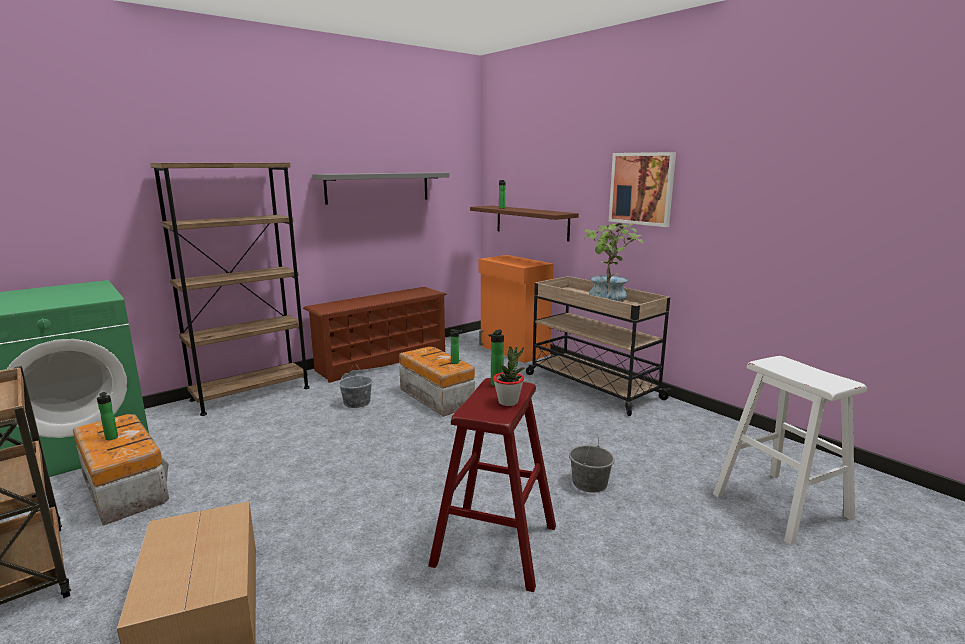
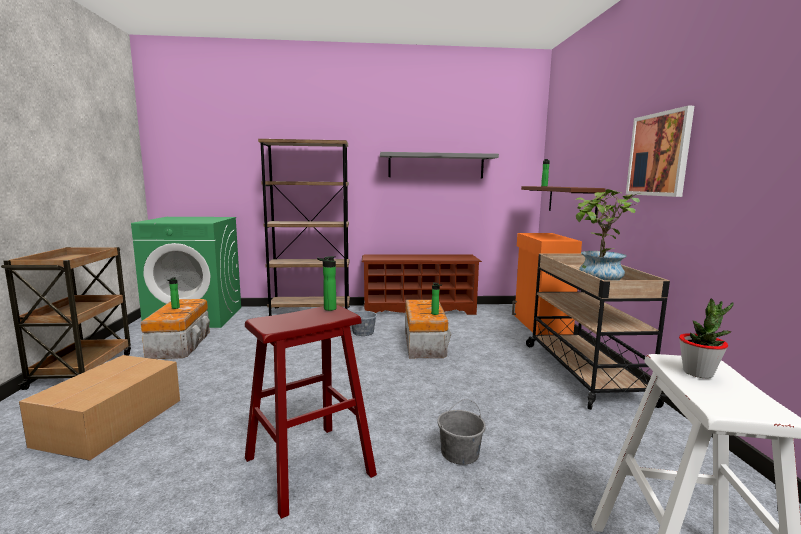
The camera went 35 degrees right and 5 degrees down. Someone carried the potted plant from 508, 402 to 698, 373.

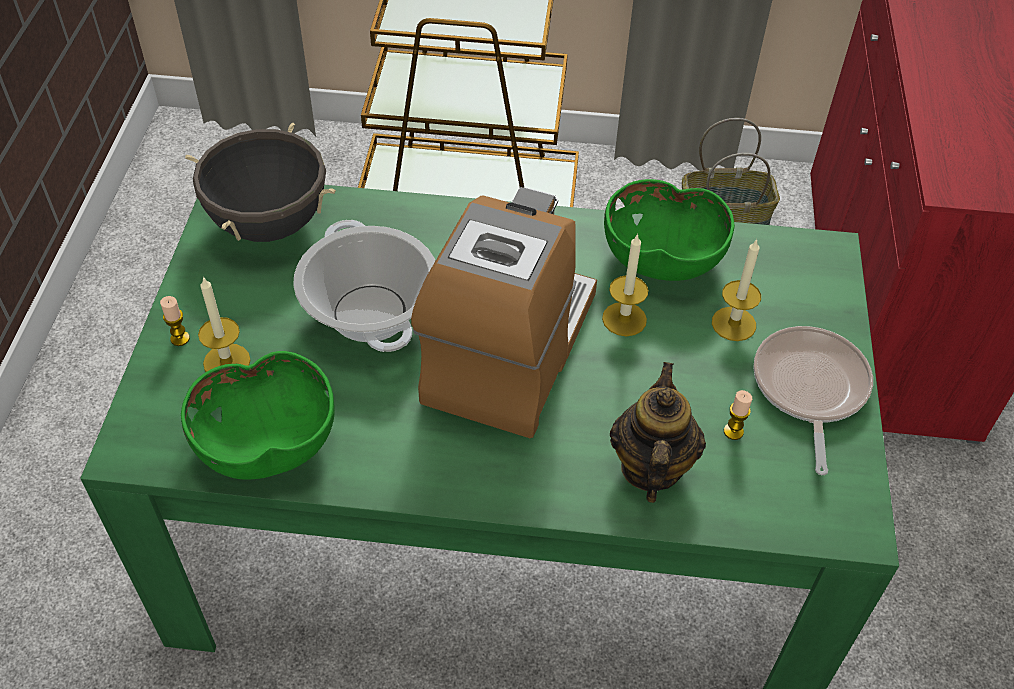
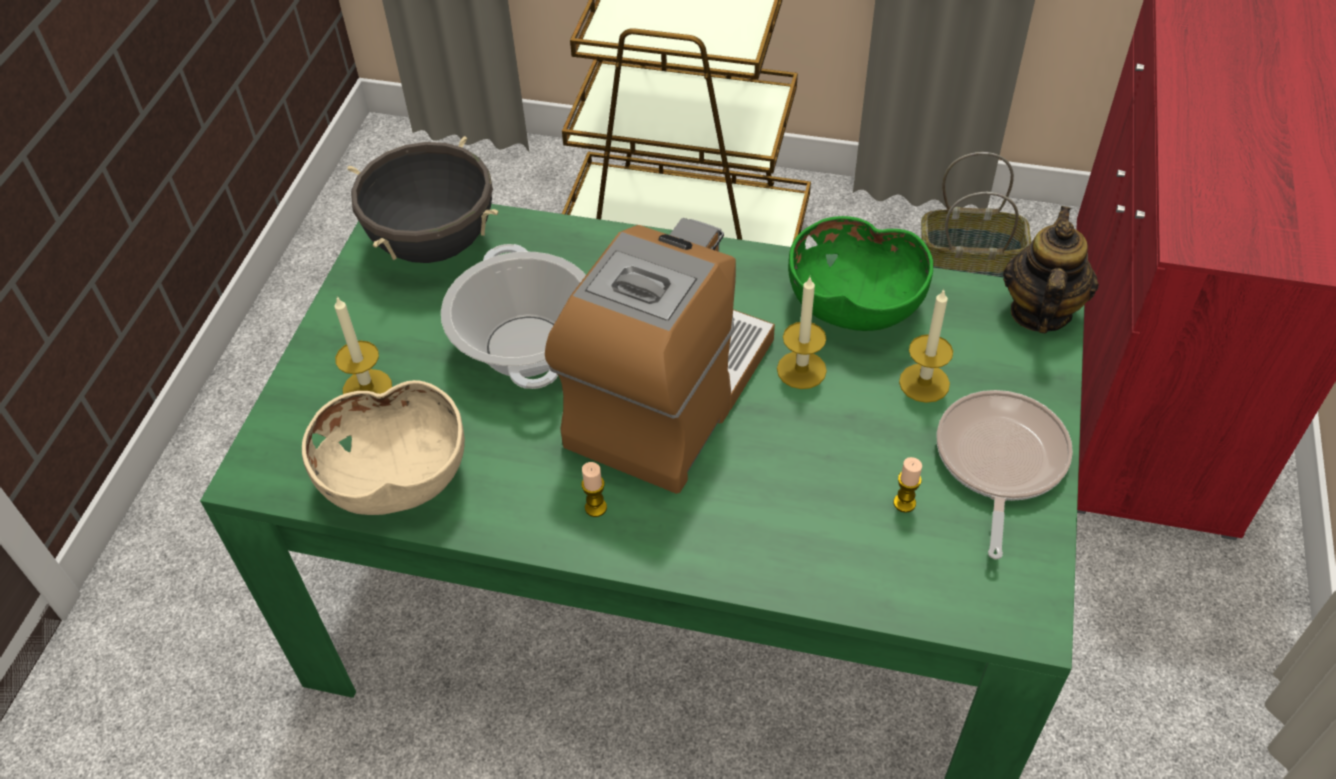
The camera went 10 degrees right and 0 degrees up. Someone carried the candle from 180, 338 to 595, 507. Someone carried the teapot from 650, 467 to 1039, 312. Someone repainted the green bowl at 267, 444, which became the beige bowl at 396, 479.

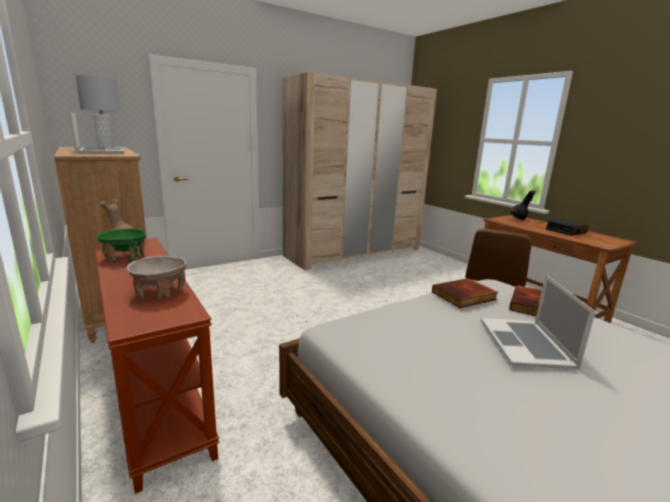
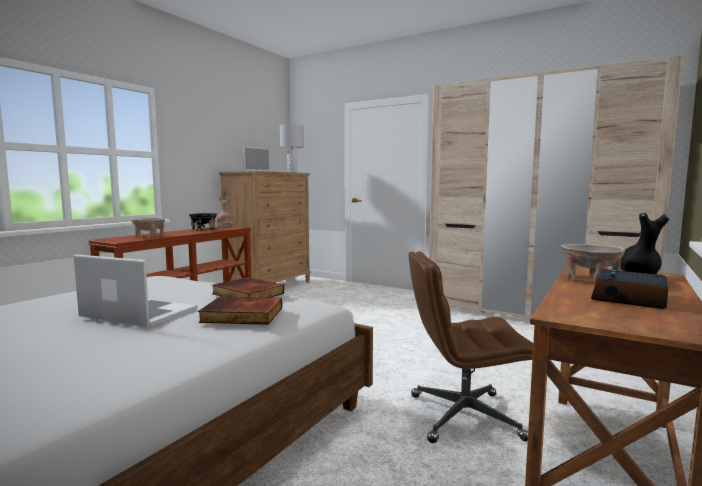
The camera went 65 degrees right and 10 degrees down. Someone put down the beige bowl at 589, 279. Someone repainted the green bowl at 125, 257, which became the black bowl at 204, 229. Someone rotated the laptop at 526, 342 by 45 degrees clockwise.

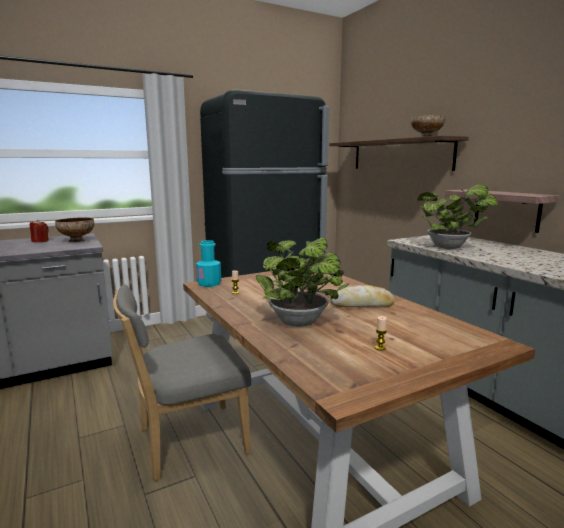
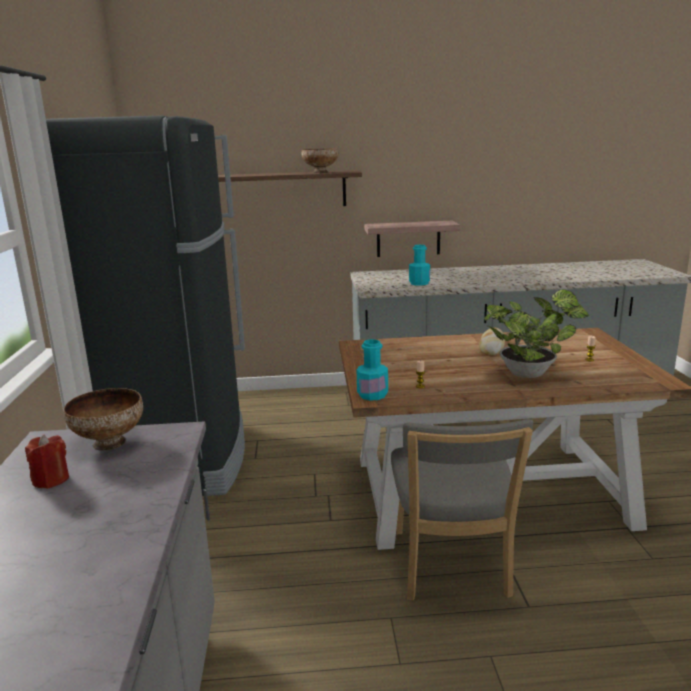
The camera went 65 degrees left and 5 degrees up. Someone swapped the potted plant at 450, 248 for the turquoise bottle at 419, 283.

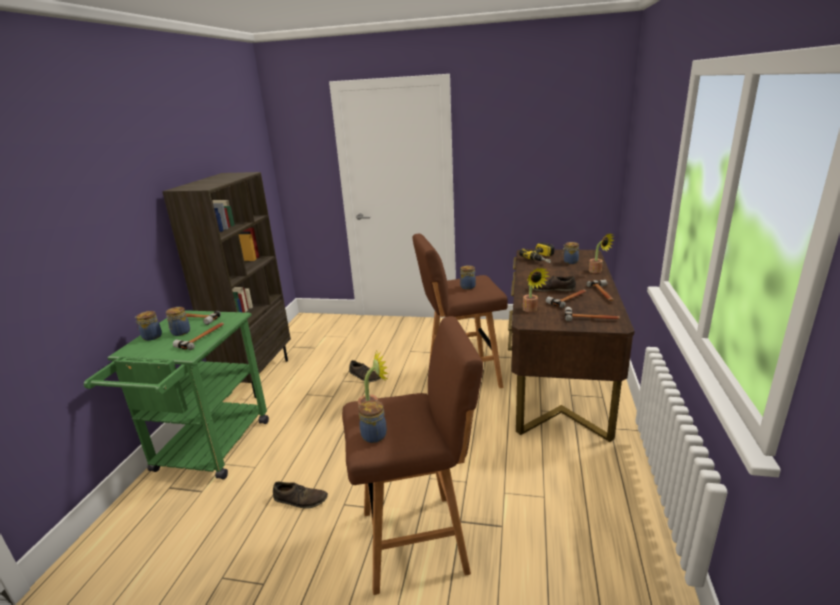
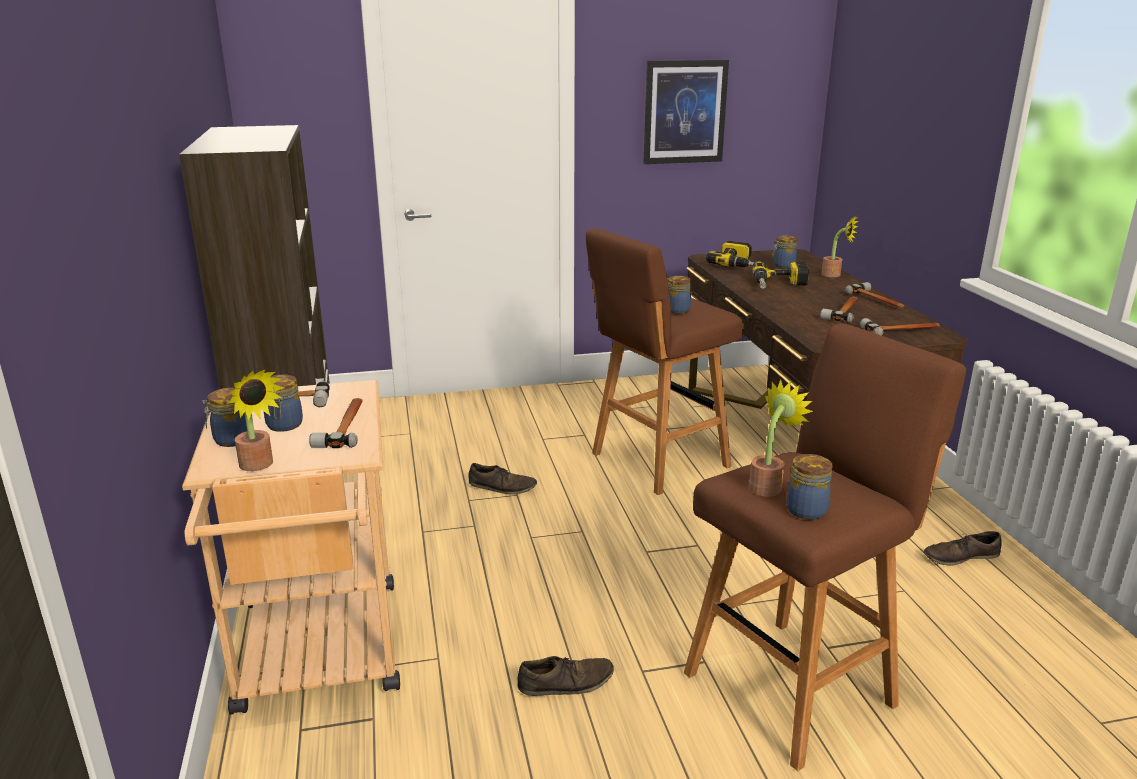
The camera went 25 degrees left and 0 degrees up. Someone put up the picture at 684, 112. Someone put down the power drill at 779, 285. Someone carried the potted plant from 531, 310 to 259, 466. Someone carried the brown shoe from 550, 289 to 960, 556. Someone repainted the green cart at 207, 452, which became the beige cart at 320, 657.

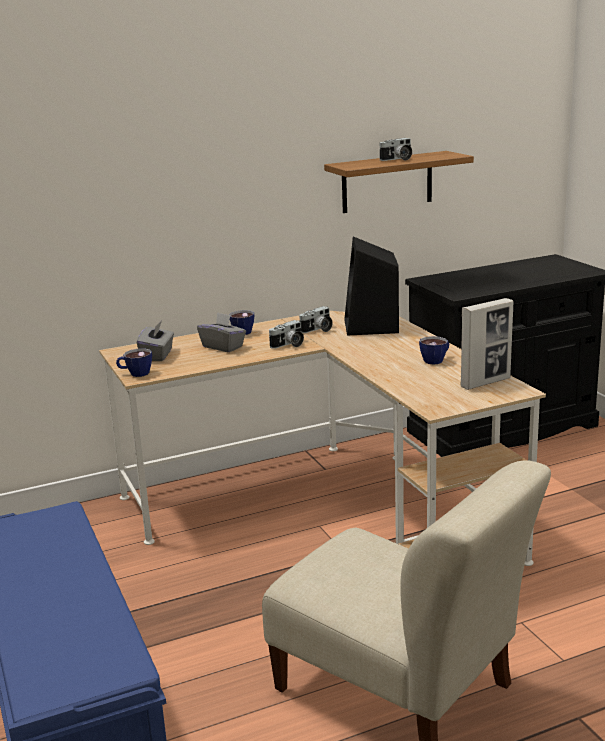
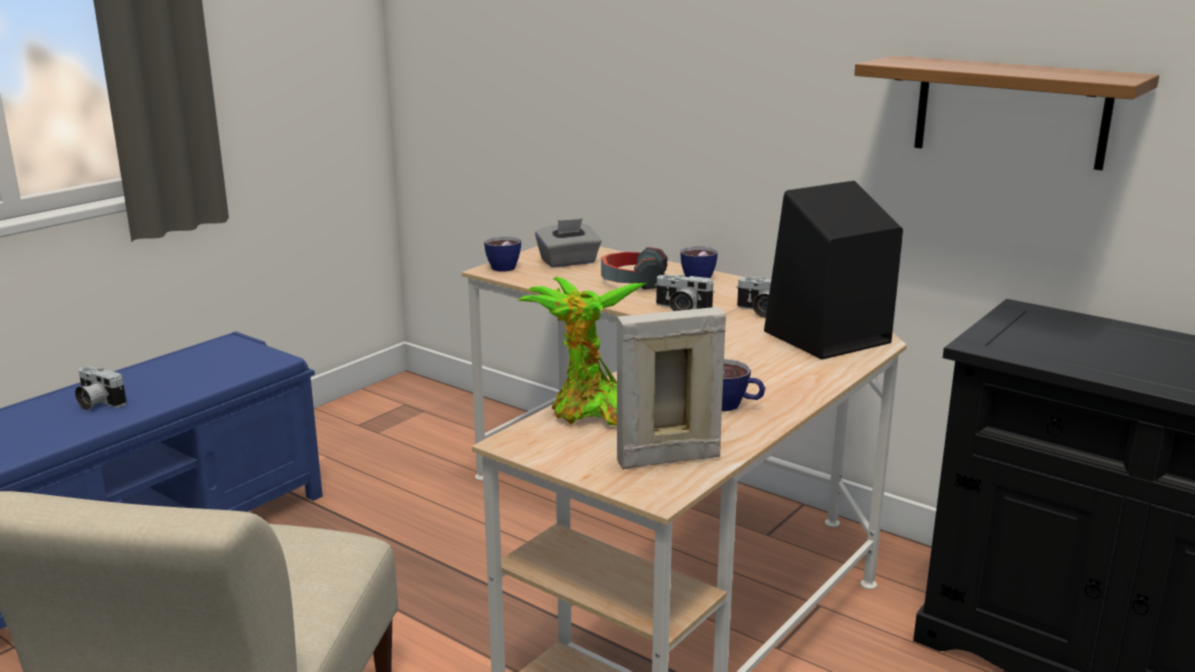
The camera went 60 degrees right and 0 degrees up. Someone put down the potted plant at 590, 413. Someone carried the photo camera from 398, 159 to 97, 403. Someone swapped the grey tissue box at 223, 347 for the headphones at 633, 281. Someone rotated the picture frame at 485, 382 by 135 degrees clockwise.

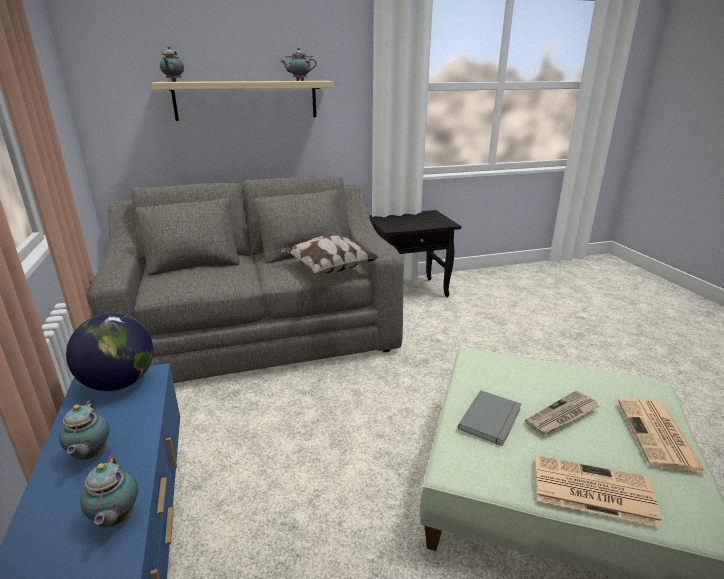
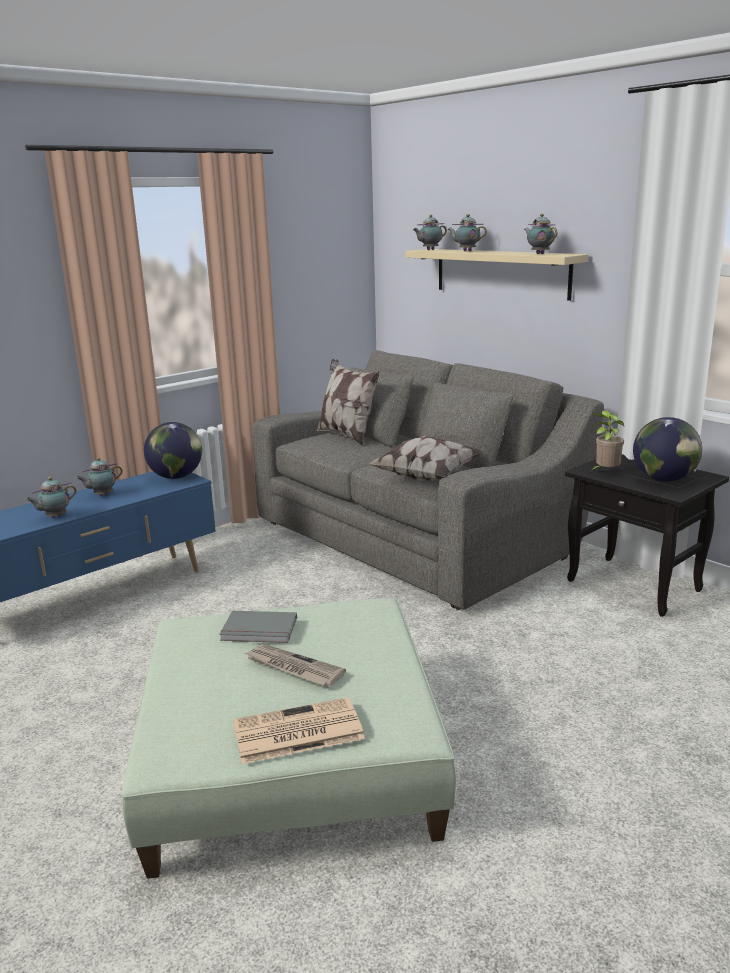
The camera went 65 degrees right and 5 degrees down. Someone took away the newspaper at 591, 490. Someone put down the pillow at 347, 435. Someone put down the teapot at 466, 251. Someone put down the potted plant at 605, 472. Someone put down the globe at 664, 480.

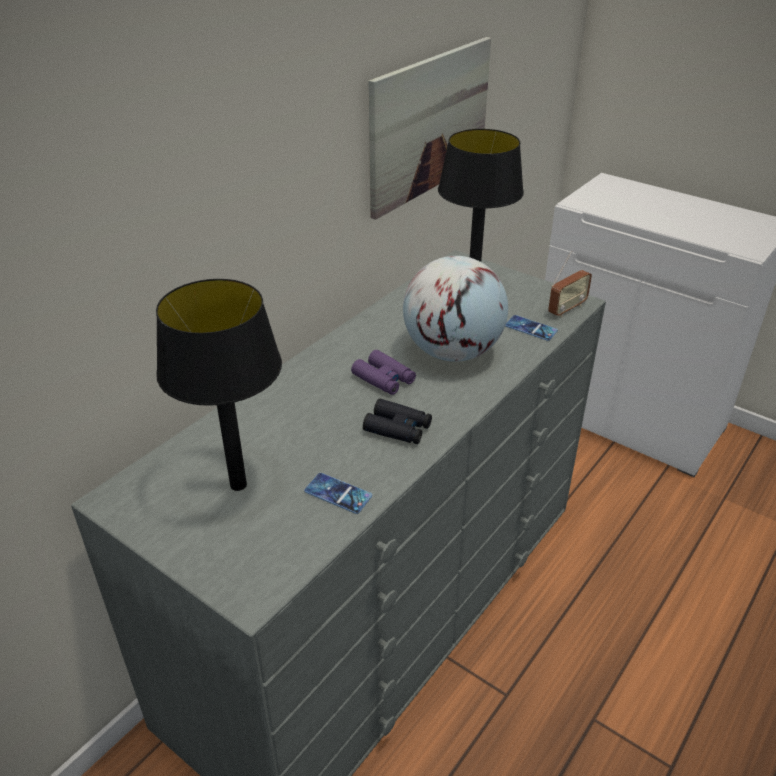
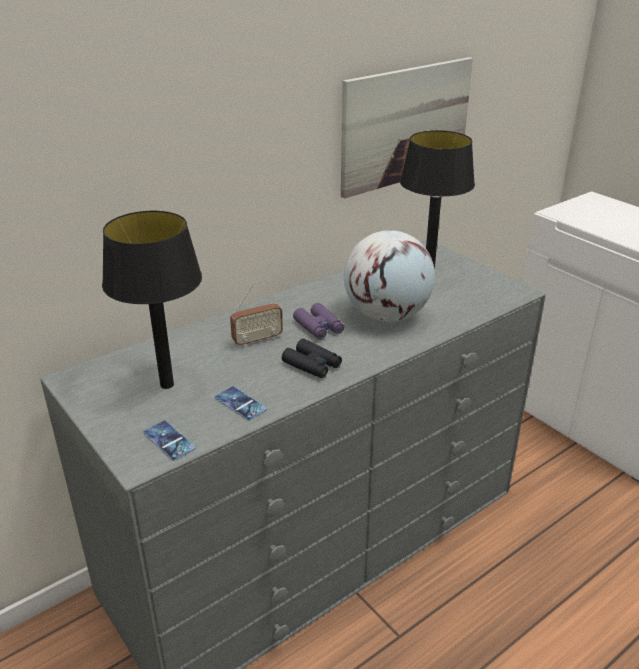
The camera went 15 degrees right and 5 degrees down. Someone carried the phone from 531, 328 to 169, 440. Someone carried the radio from 566, 309 to 257, 340.

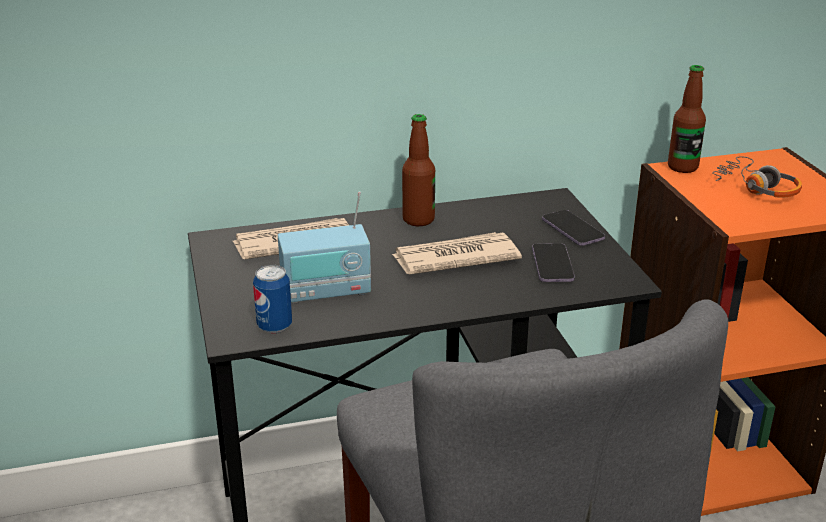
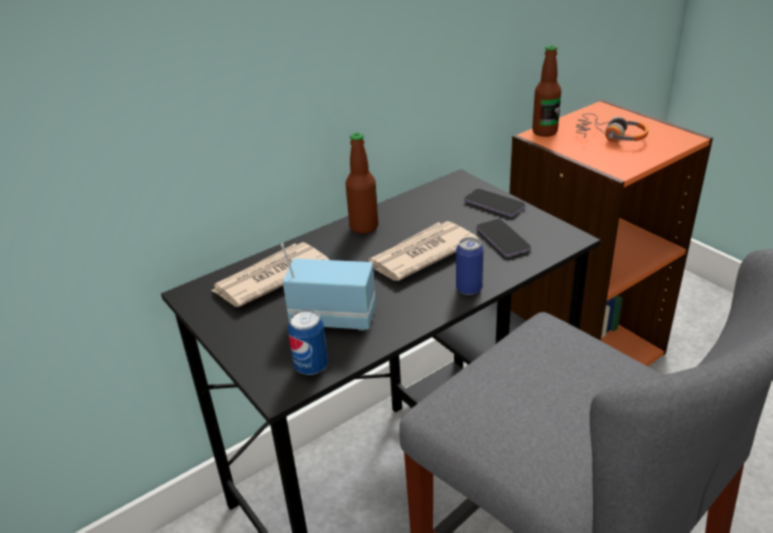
The camera went 20 degrees left and 5 degrees up. Someone put down the can at 469, 288. Someone rotated the radio at 326, 292 by 135 degrees counterclockwise.

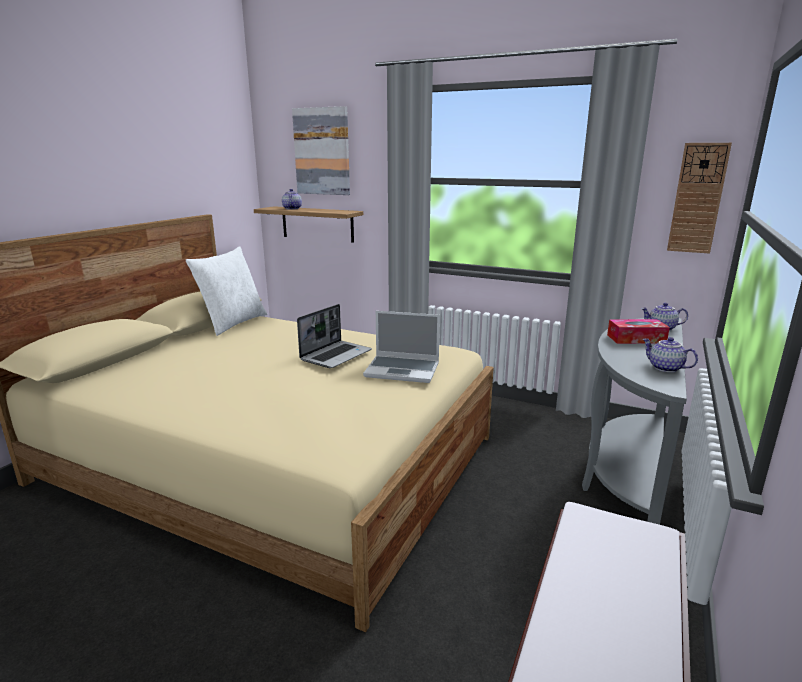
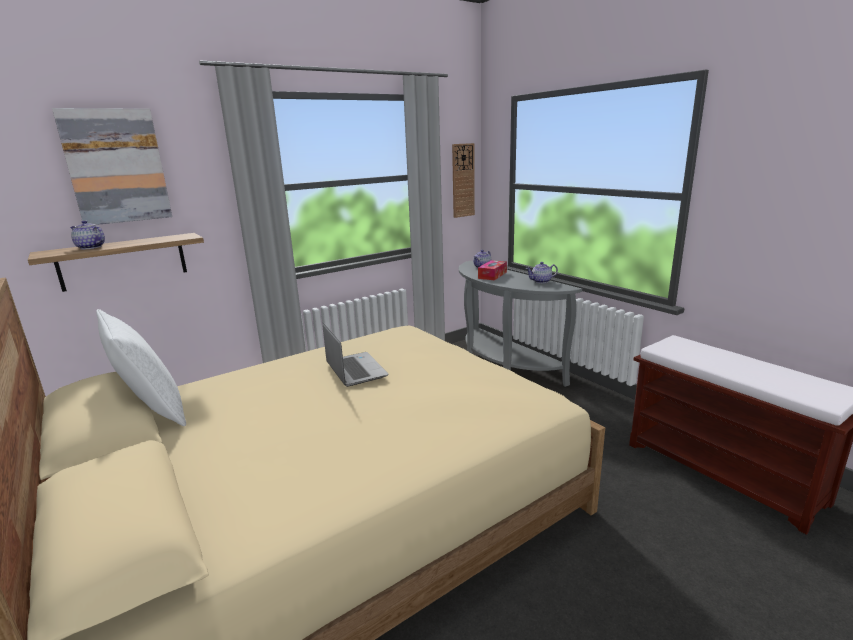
The camera went 60 degrees left and 0 degrees up. Someone took away the laptop at 403, 370.

